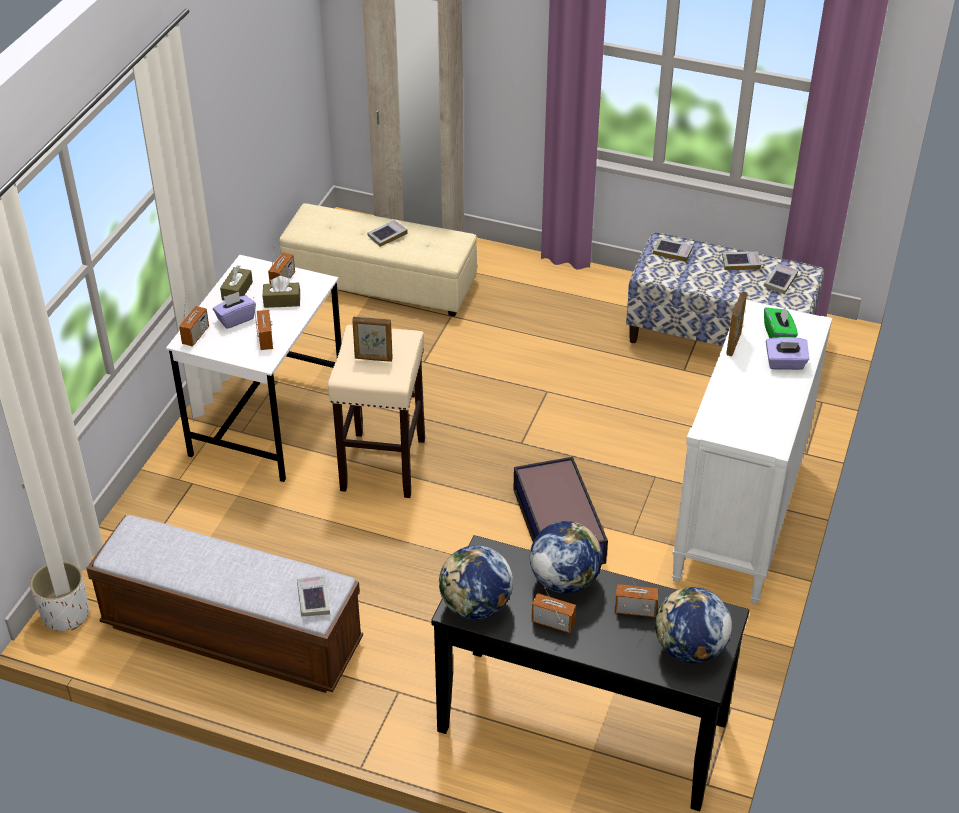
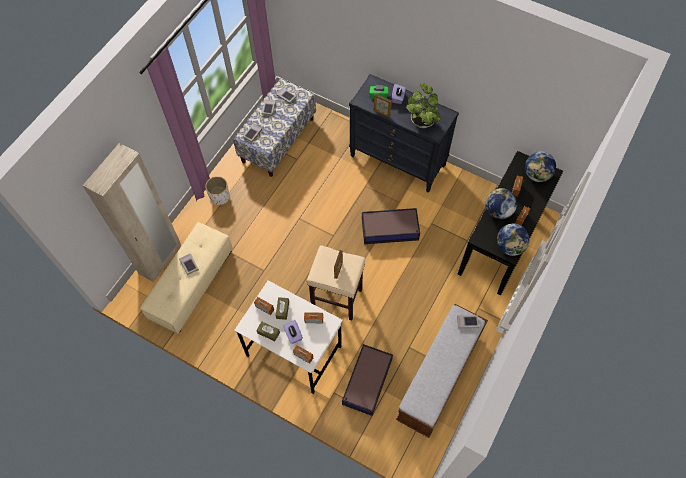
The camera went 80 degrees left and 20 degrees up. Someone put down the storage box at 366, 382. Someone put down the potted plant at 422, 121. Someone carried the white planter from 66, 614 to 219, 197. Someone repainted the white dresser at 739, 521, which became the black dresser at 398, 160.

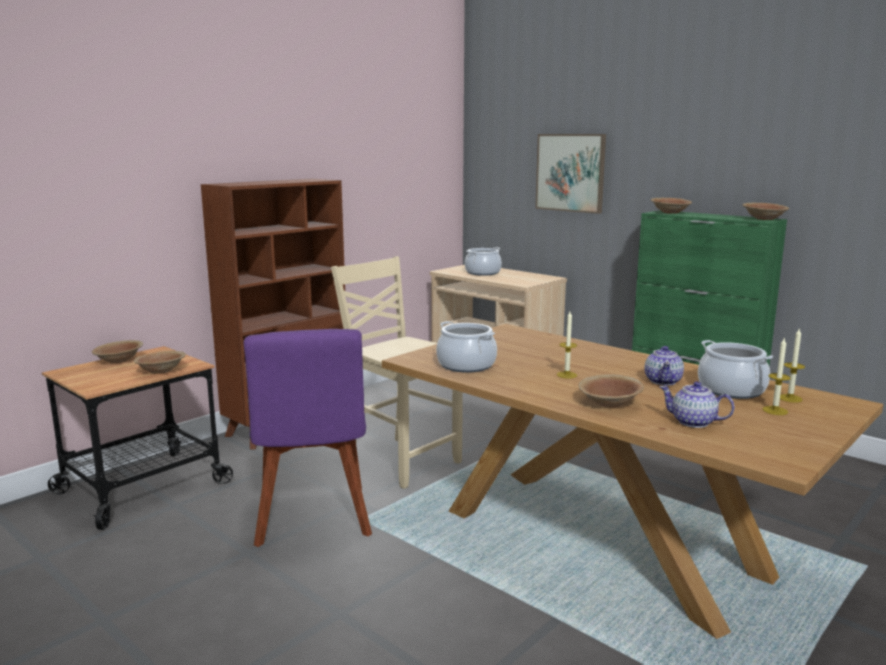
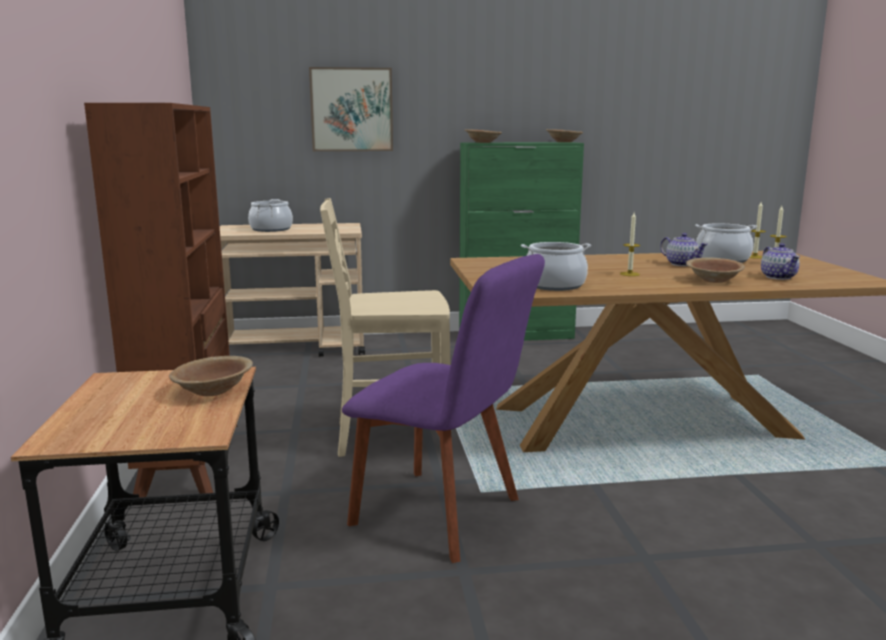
The camera went 50 degrees left and 0 degrees up. Someone took away the brown bowl at 119, 360. Someone rotated the teapot at 694, 422 by 75 degrees counterclockwise.

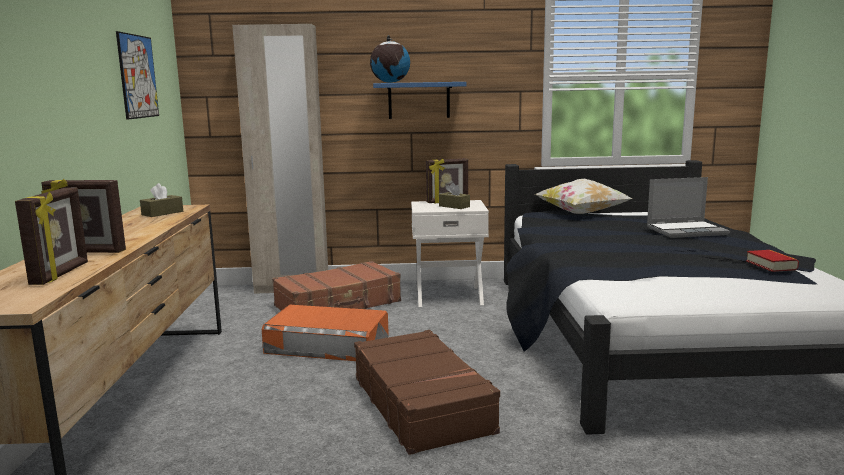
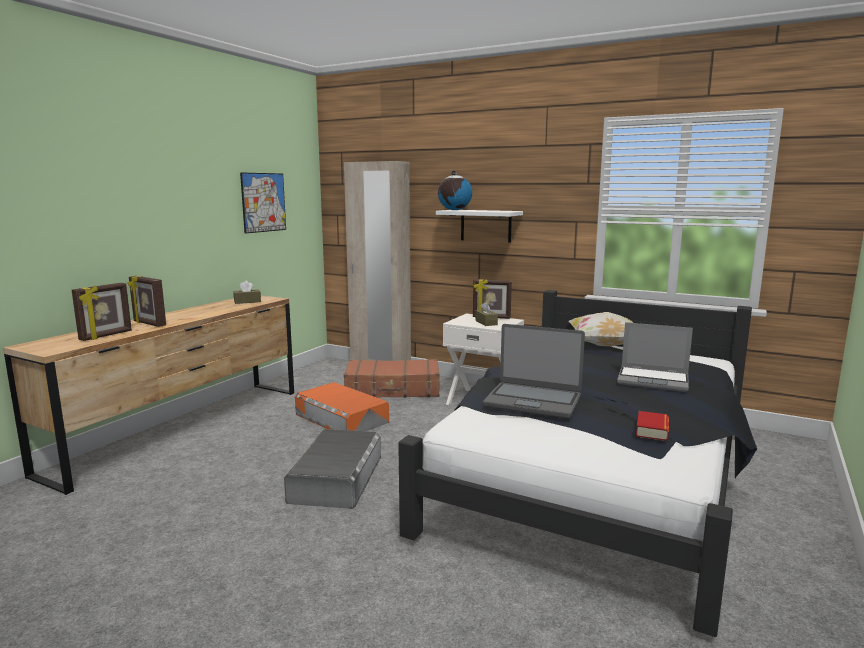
The camera went 30 degrees right and 0 degrees up. Someone put down the laptop at 533, 401. Someone swapped the brown suitcase at 422, 404 for the grey storage box at 336, 478. Someone repainted the blue shelf at 419, 100, which became the white shelf at 486, 225.

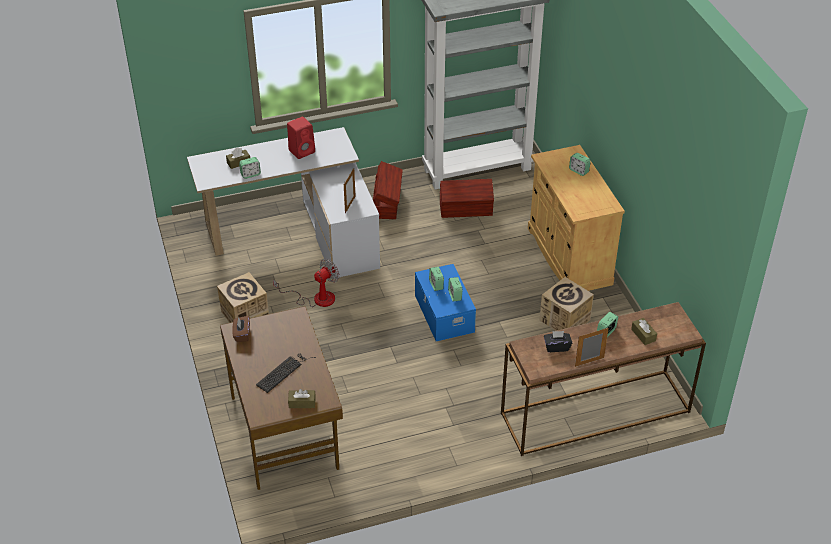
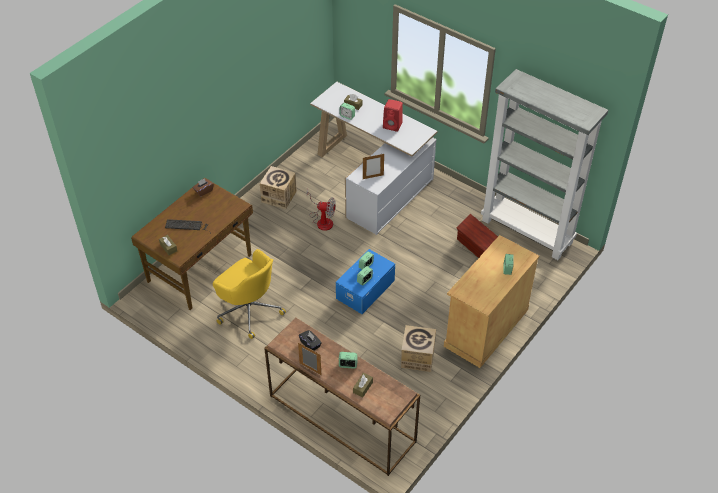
The camera went 55 degrees right and 5 degrees up. Someone took away the brown storage box at 387, 202. Someone put down the yellow office chair at 249, 309.

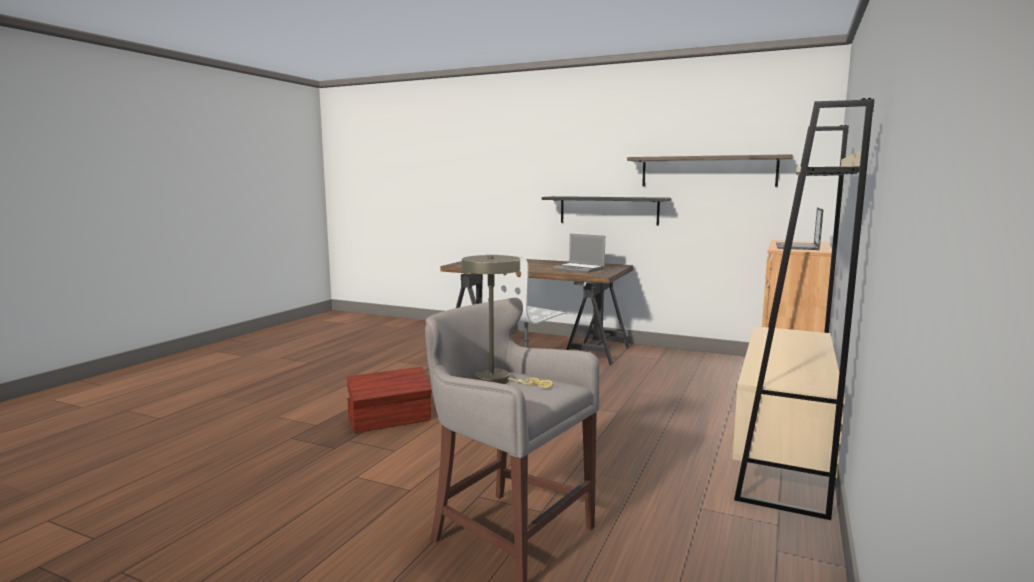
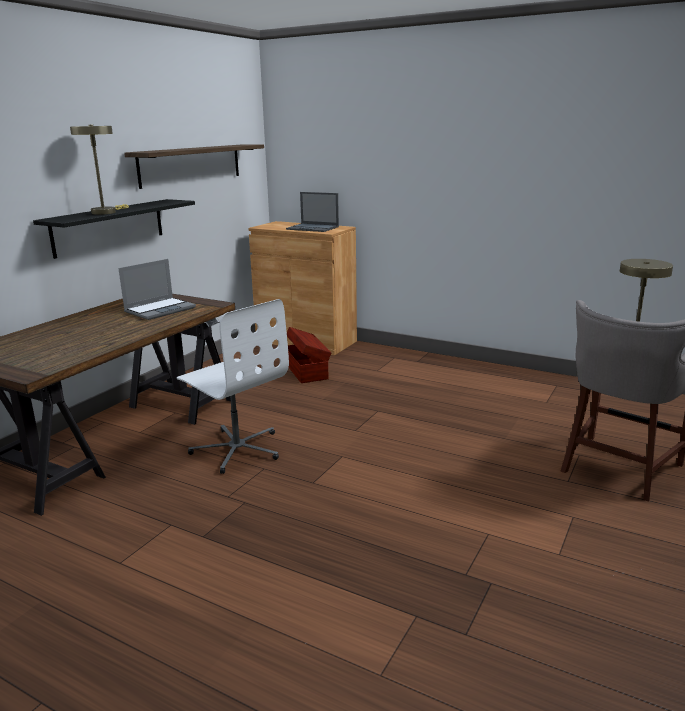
The camera went 85 degrees left and 10 degrees up. Someone took away the beige bookcase at 783, 453. Someone put down the beige table lamp at 106, 212. Someone carried the brown storage box from 390, 420 to 306, 370.

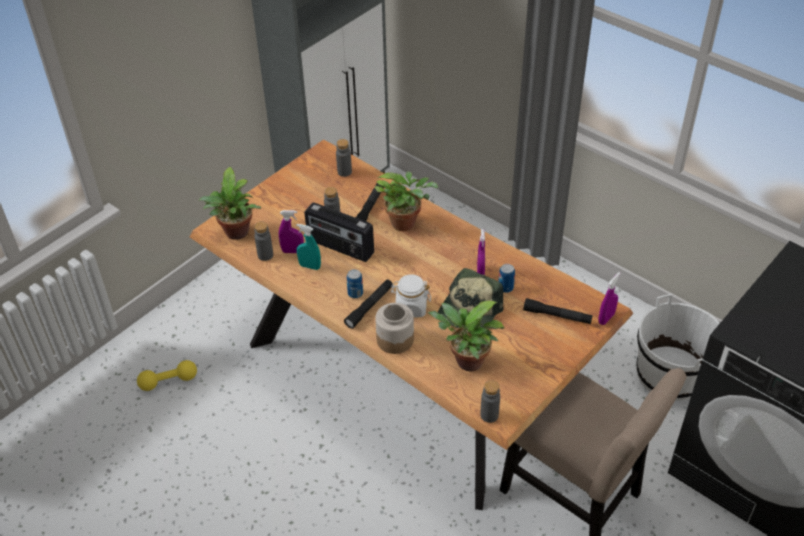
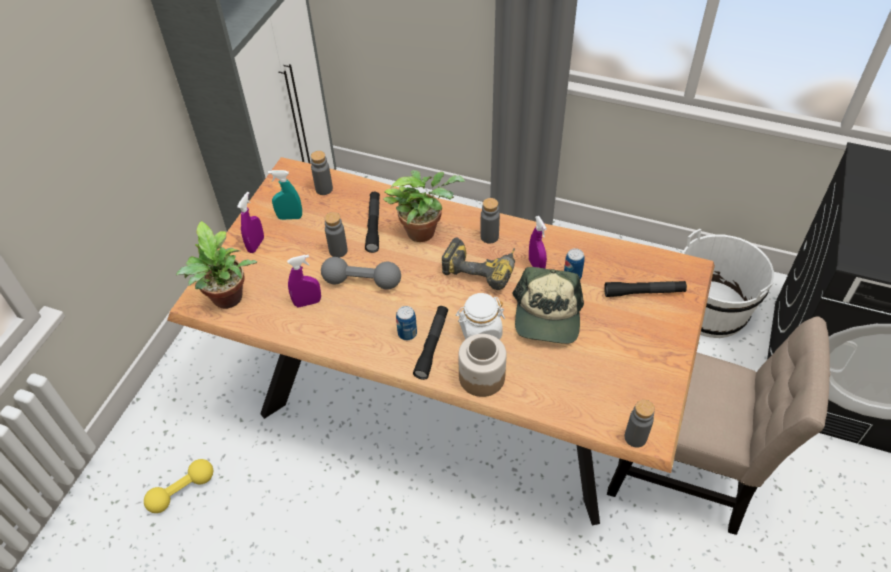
The camera went 20 degrees left and 5 degrees up. Someone took away the potted plant at 466, 362. Someone put down the power drill at 481, 267. Someone carried the grey bottle from 265, 255 to 489, 236. Someone carried the turquoise spray bottle from 310, 266 to 290, 217. Someone carried the purple spray bottle from 606, 318 to 256, 245. Someone swapped the radio at 340, 247 for the grey dumbbell at 362, 281.

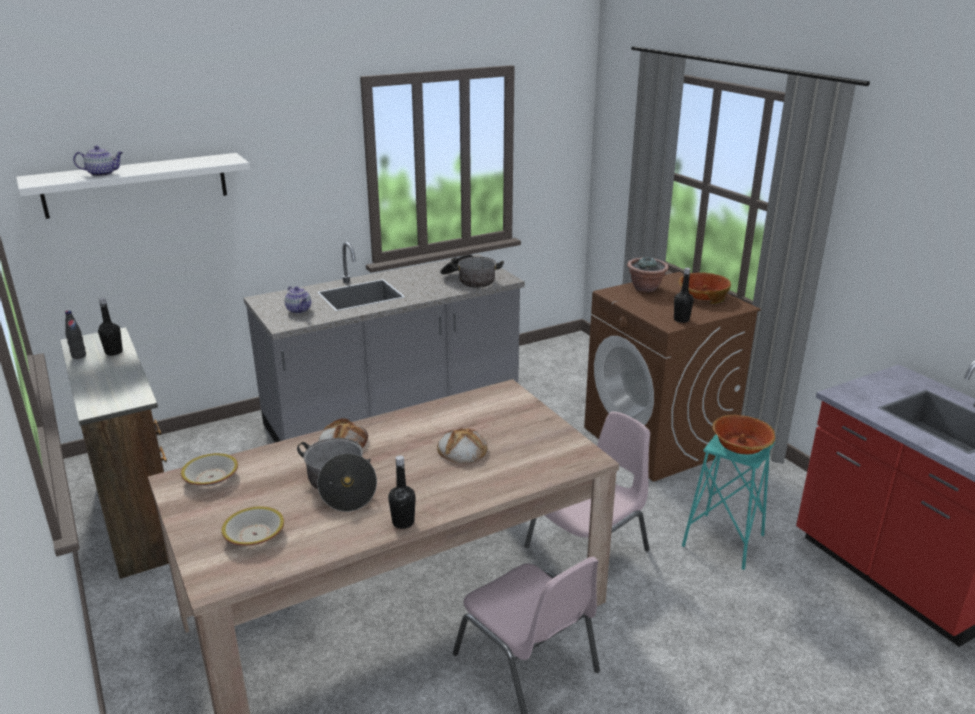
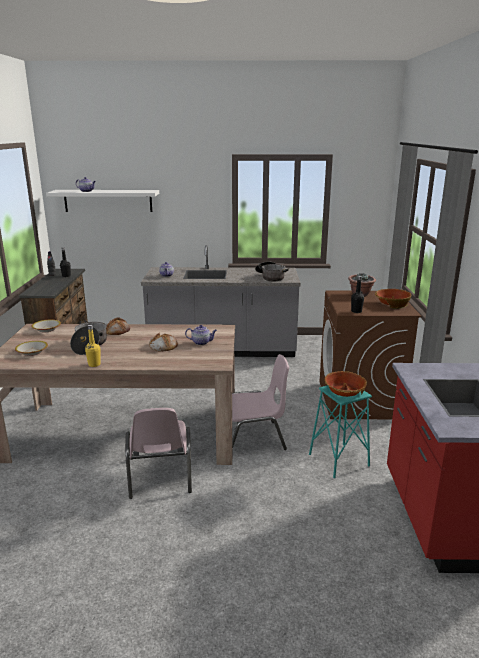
The camera went 30 degrees right and 5 degrees down. Someone put down the teapot at 201, 342. Someone repainted the black bottle at 403, 522, which became the yellow bottle at 94, 364.

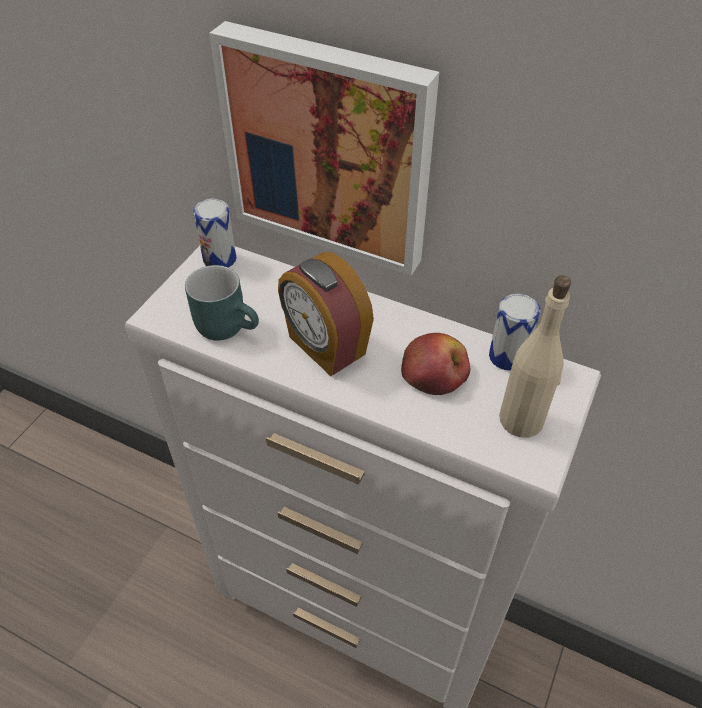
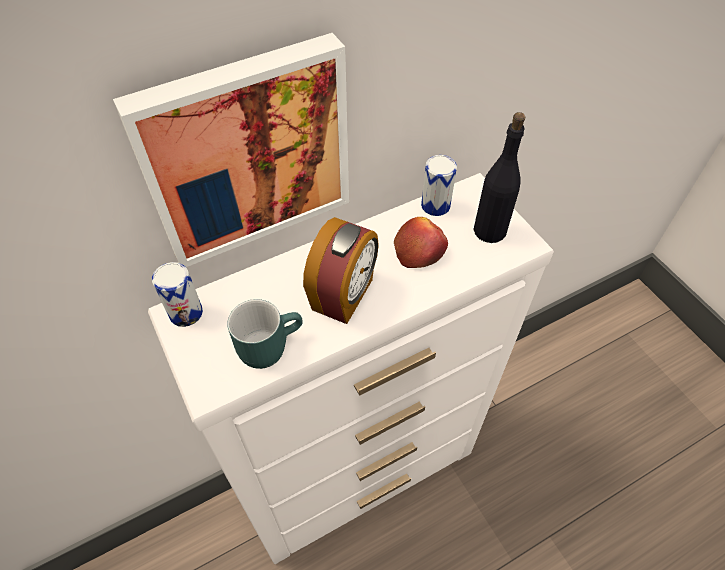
The camera went 55 degrees left and 5 degrees up. Someone repainted the beige bottle at 522, 420, which became the black bottle at 490, 230. Someone rotated the alarm clock at 325, 346 by 60 degrees counterclockwise.

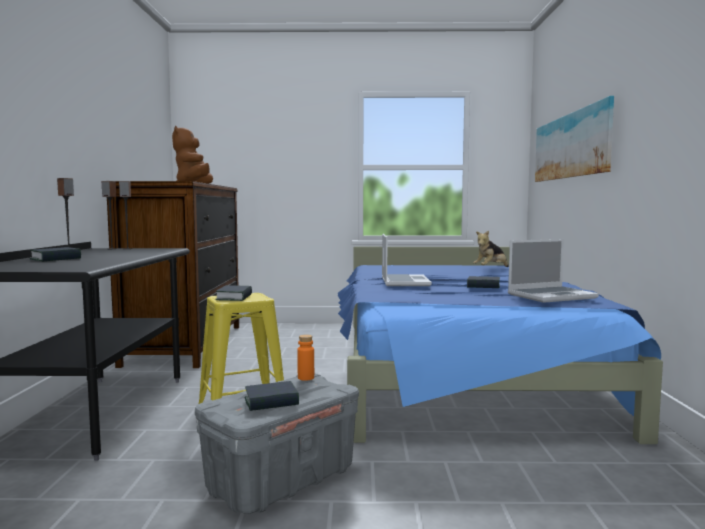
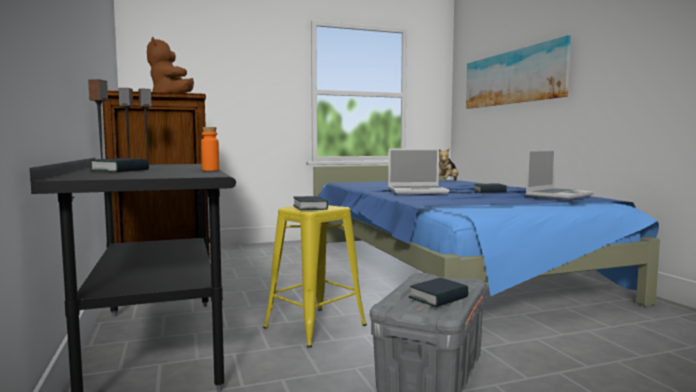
The camera went 20 degrees left and 0 degrees up. Someone carried the orange bottle from 306, 378 to 210, 170. Someone rotated the laptop at 403, 282 by 105 degrees clockwise.

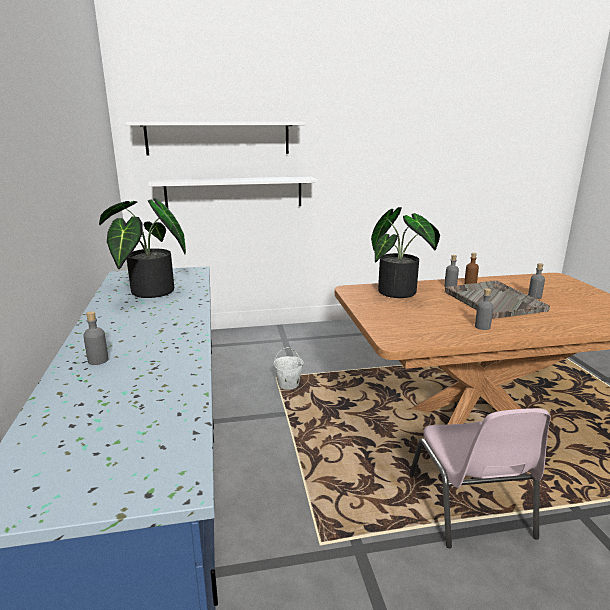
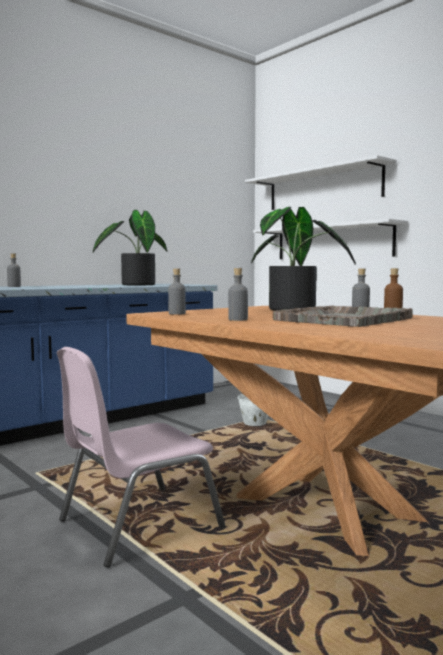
The camera went 60 degrees right and 15 degrees down. Someone carried the grey bottle from 534, 296 to 177, 313.

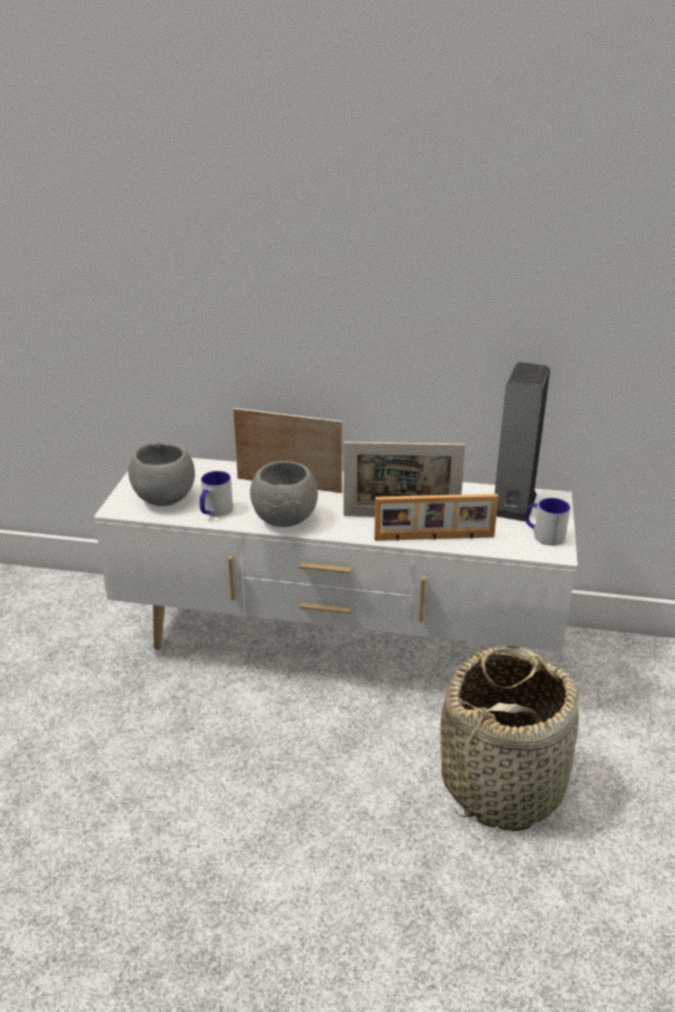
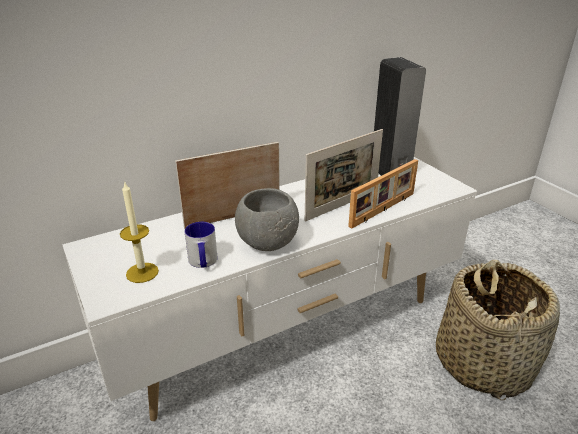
The camera went 40 degrees left and 0 degrees up. Someone took away the mug at 543, 535. Someone swapped the grey bowl at 164, 499 for the candle at 142, 272.

